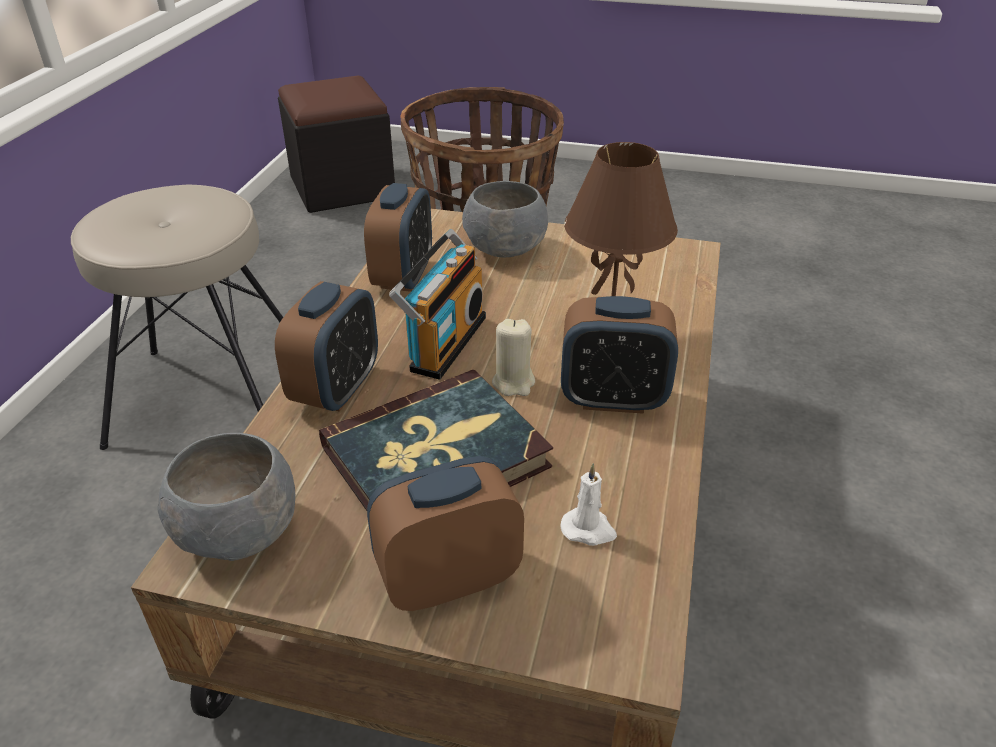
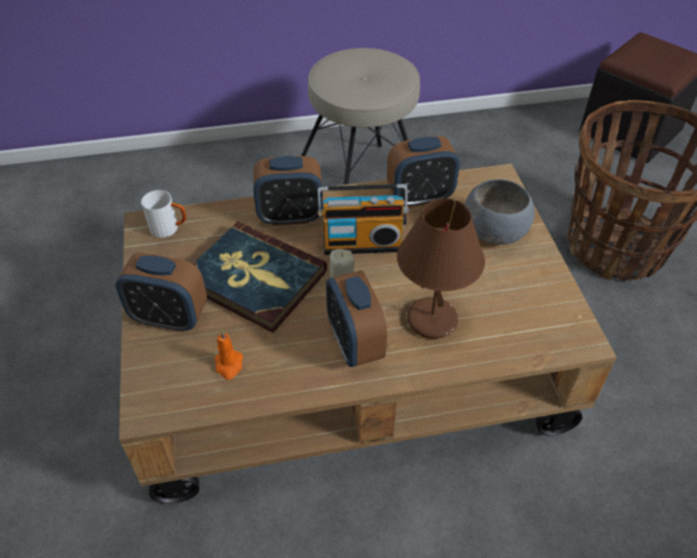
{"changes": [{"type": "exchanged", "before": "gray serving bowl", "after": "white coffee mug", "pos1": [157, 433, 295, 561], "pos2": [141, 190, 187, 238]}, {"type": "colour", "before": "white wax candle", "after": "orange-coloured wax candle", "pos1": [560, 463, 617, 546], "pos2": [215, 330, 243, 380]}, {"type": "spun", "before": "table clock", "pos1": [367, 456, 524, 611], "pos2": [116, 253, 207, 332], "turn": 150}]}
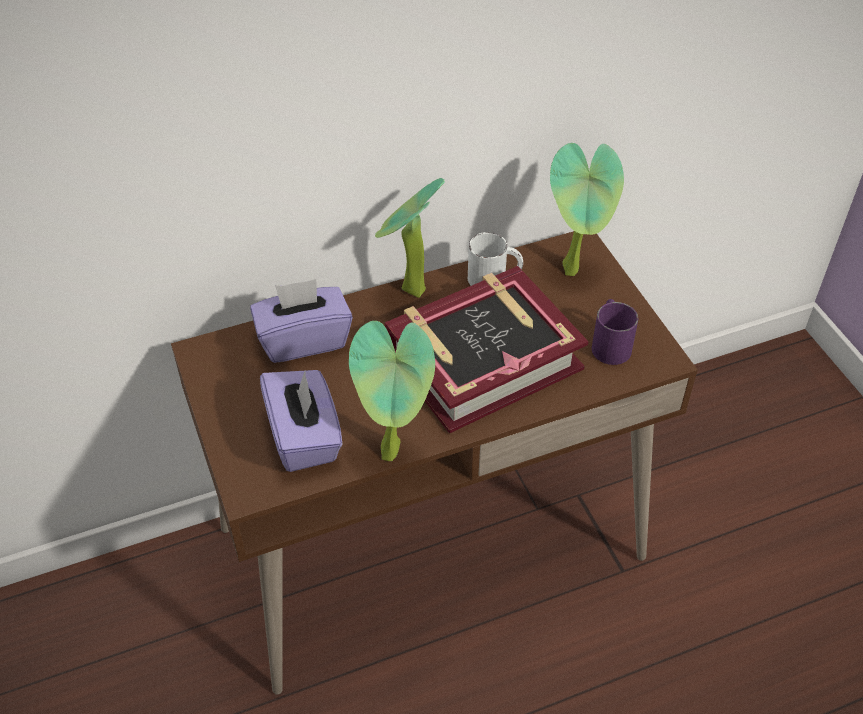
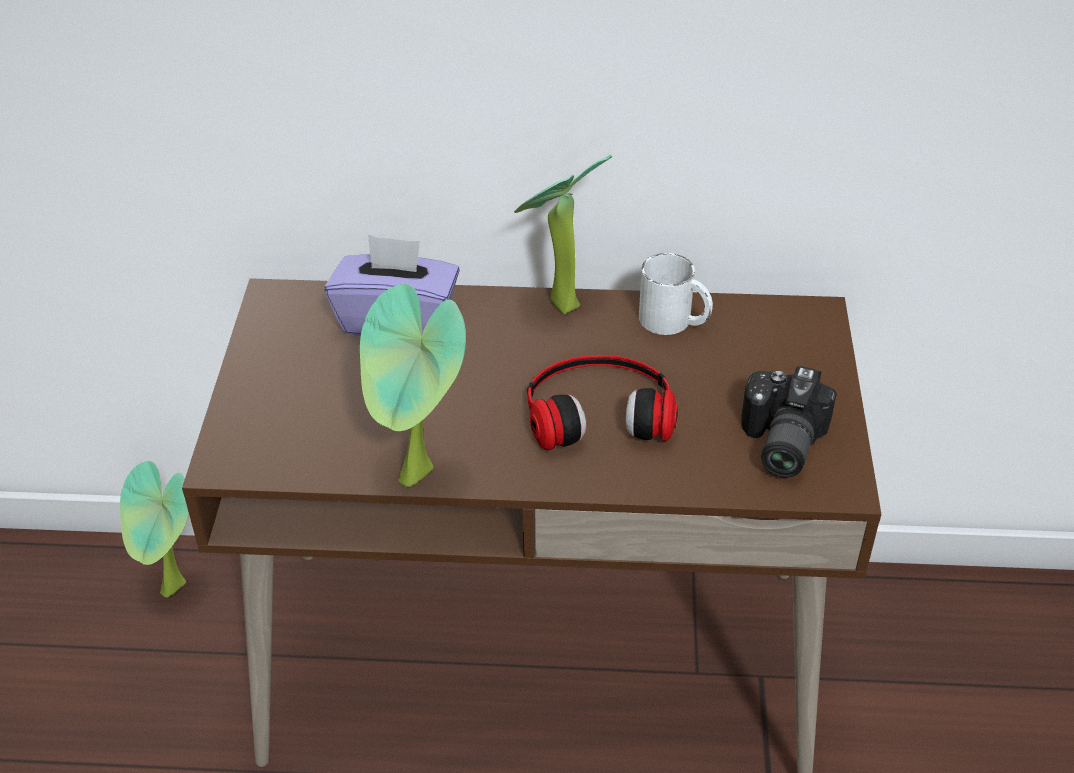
{"changes": [{"type": "missing", "before": "purple-coloured box of tissues", "pos1": [260, 369, 343, 472]}, {"type": "relocated", "before": "potted plant", "pos1": [550, 143, 624, 276], "pos2": [120, 461, 189, 598]}, {"type": "exchanged", "before": "volume", "after": "headphones", "pos1": [385, 266, 589, 434], "pos2": [527, 355, 678, 450]}, {"type": "exchanged", "before": "purple-coloured coffee mug", "after": "photo camera", "pos1": [592, 299, 638, 365], "pos2": [741, 366, 837, 478]}]}
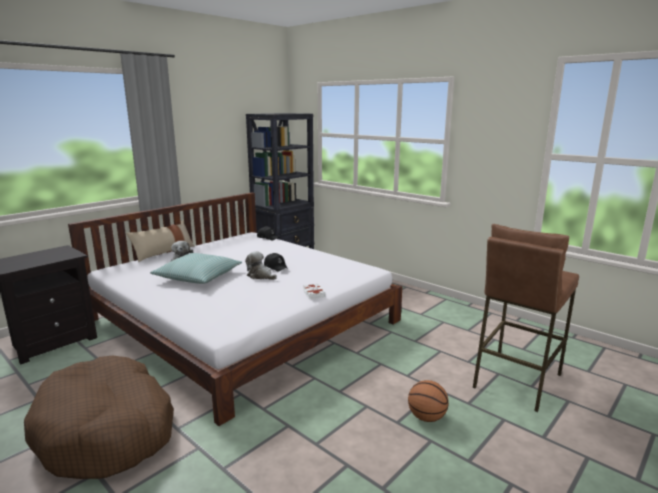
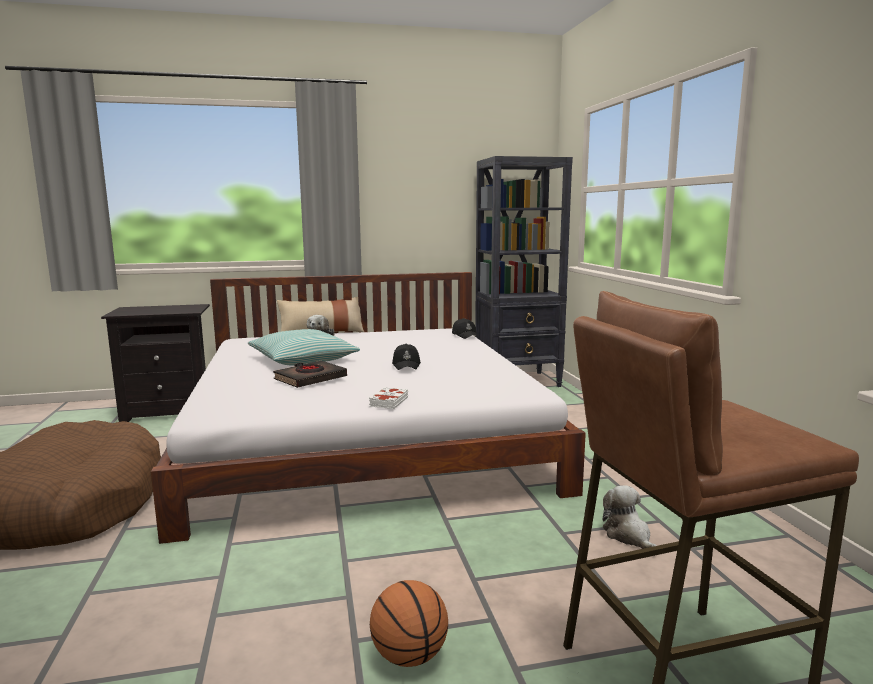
{"changes": [{"type": "appeared", "after": "blackish volume", "pos2": [273, 361, 347, 388]}, {"type": "relocated", "before": "plush toy", "pos1": [245, 251, 277, 280], "pos2": [603, 485, 657, 549]}]}
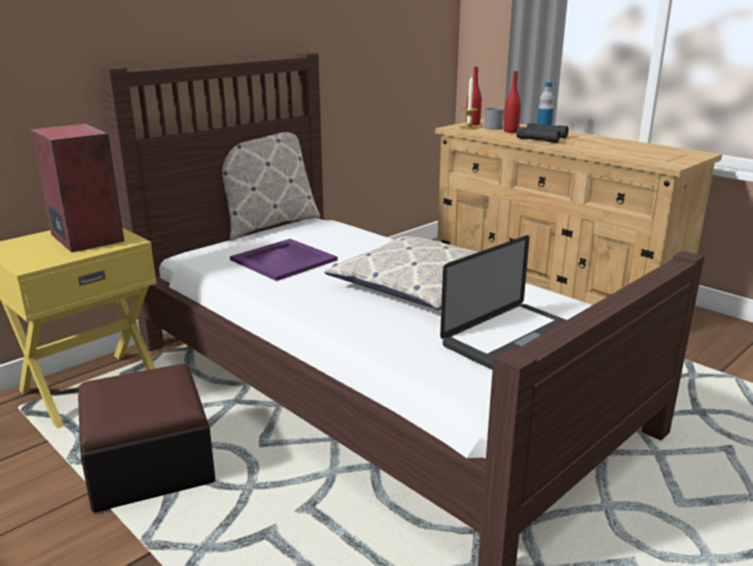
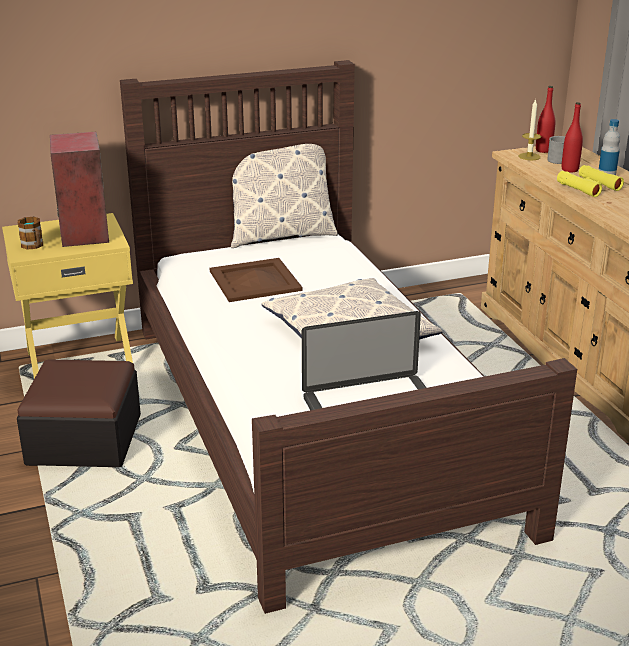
{"changes": [{"type": "appeared", "after": "coffee mug", "pos2": [18, 217, 43, 250]}, {"type": "colour", "before": "purple-coloured carrying tray", "after": "brownish carrying tray", "pos1": [230, 239, 338, 281], "pos2": [210, 258, 302, 302]}, {"type": "colour", "before": "blackish binoculars", "after": "yellow-coloured binoculars", "pos1": [517, 123, 569, 143], "pos2": [557, 165, 624, 197]}]}
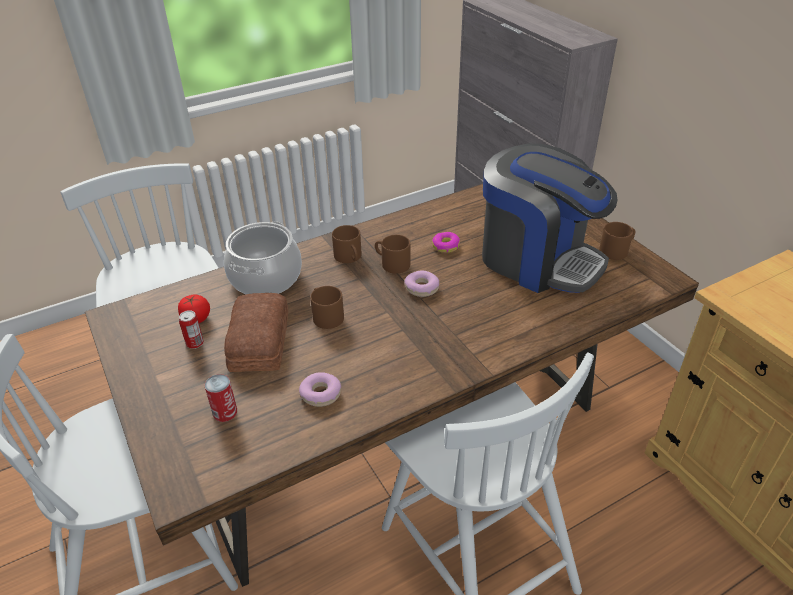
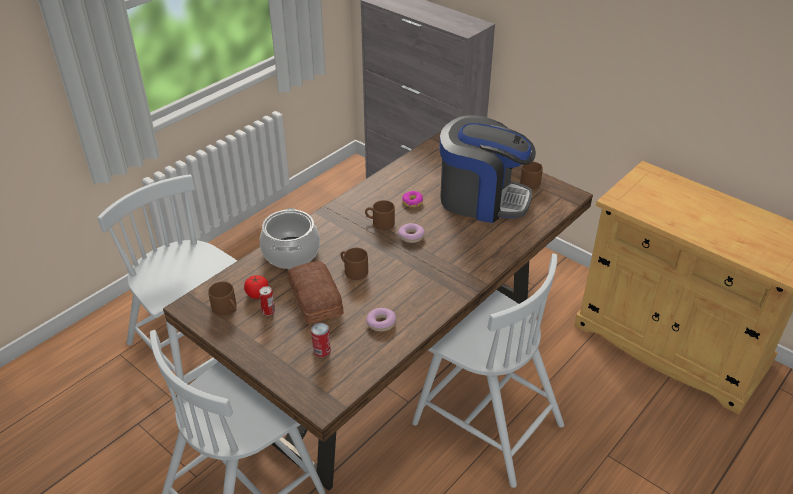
{"changes": [{"type": "relocated", "before": "brownish coffee mug", "pos1": [332, 225, 361, 263], "pos2": [208, 281, 237, 316]}]}
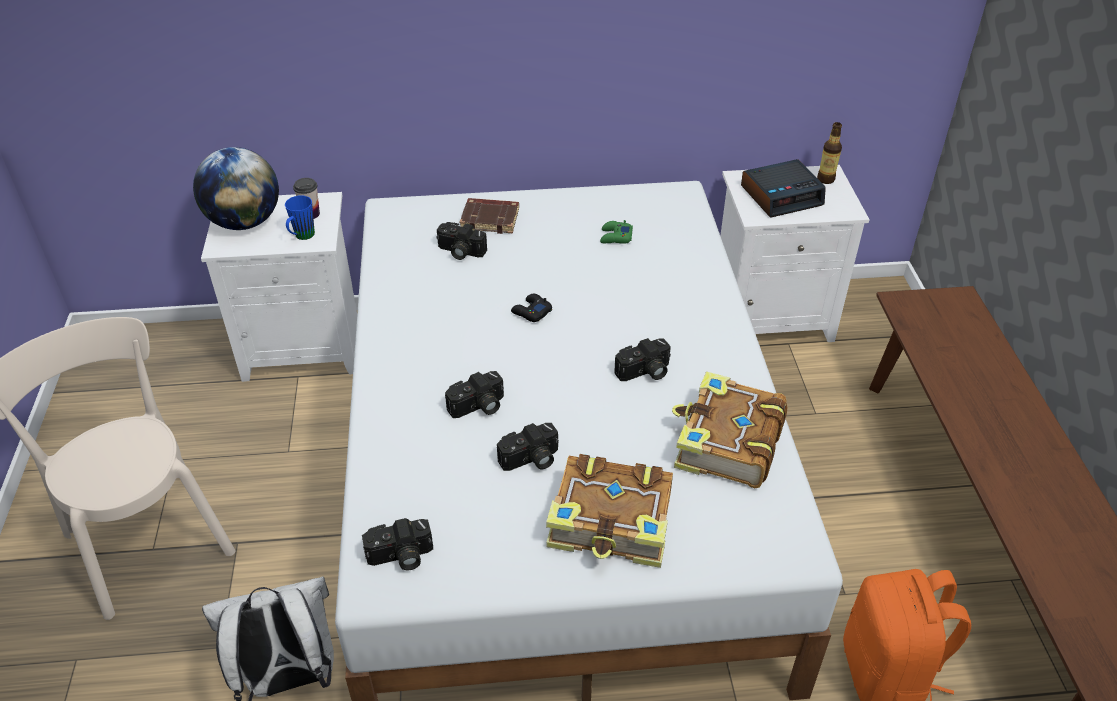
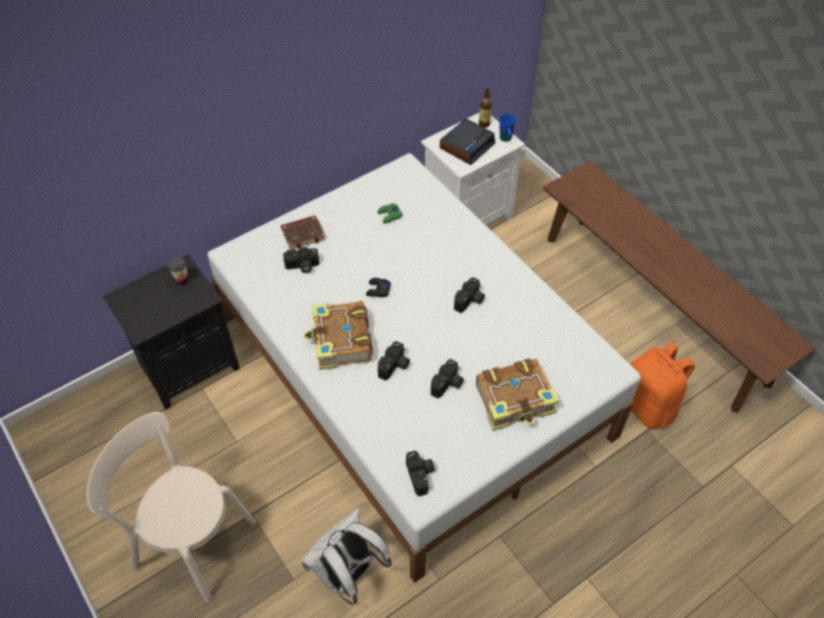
{"changes": [{"type": "missing", "before": "world globe", "pos1": [193, 147, 279, 230]}, {"type": "relocated", "before": "bluish coffee mug", "pos1": [285, 195, 315, 240], "pos2": [499, 114, 516, 142]}, {"type": "relocated", "before": "volume", "pos1": [672, 371, 787, 488], "pos2": [303, 301, 373, 370]}, {"type": "colour", "before": "white bedside table", "after": "blackish bedside table", "pos1": [201, 192, 357, 382], "pos2": [103, 254, 240, 410]}, {"type": "spun", "before": "photo camera", "pos1": [362, 518, 433, 570], "pos2": [406, 450, 435, 497], "turn": -60}]}
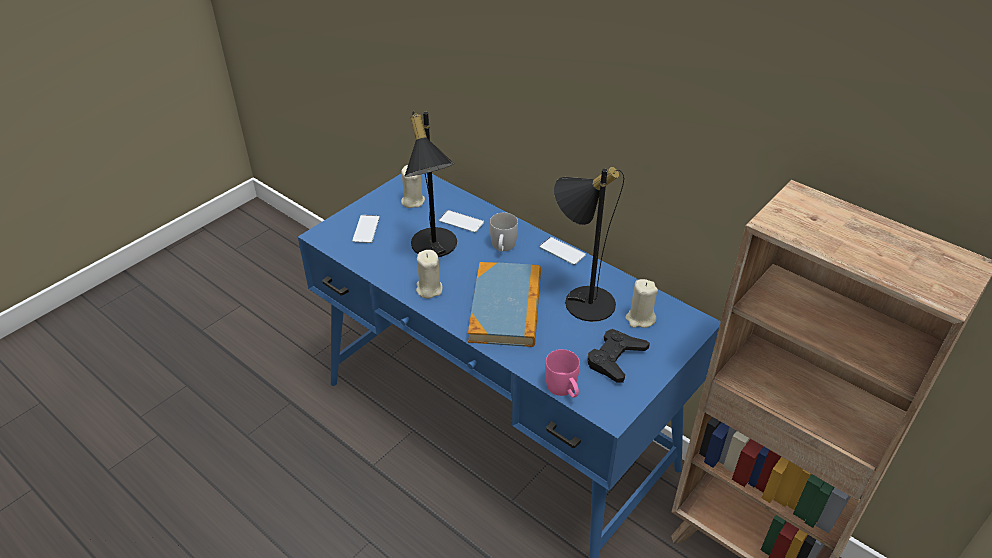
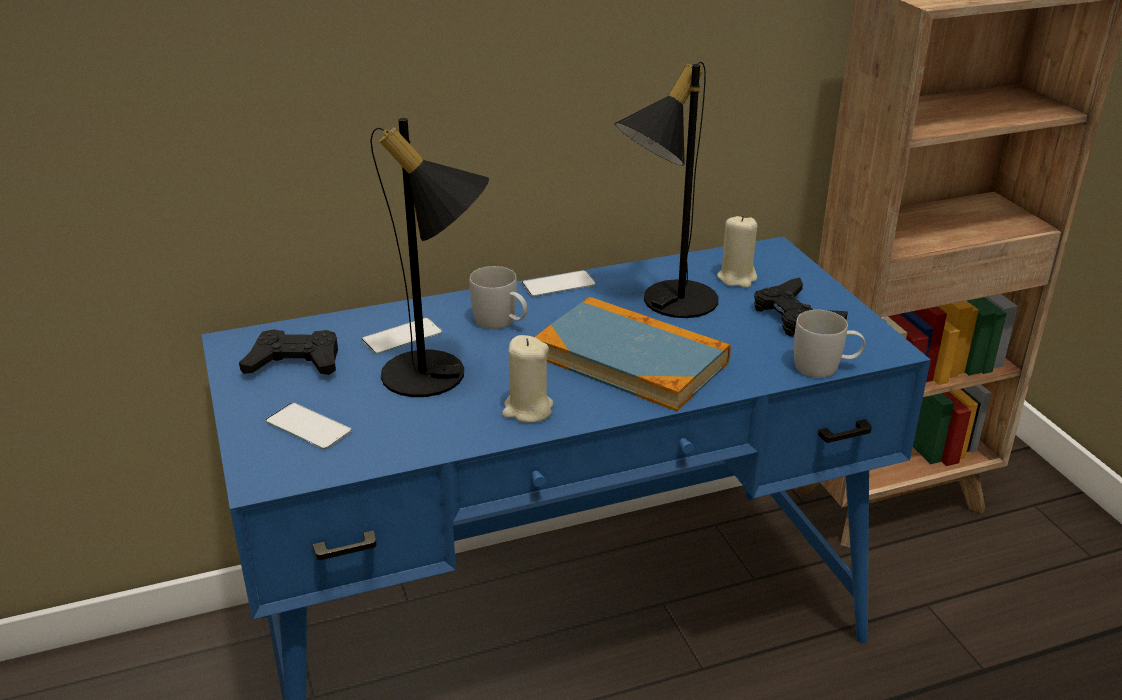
{"changes": [{"type": "exchanged", "before": "sand-coloured wax candle", "after": "blackish joypad", "pos1": [401, 165, 425, 208], "pos2": [239, 329, 338, 375]}, {"type": "colour", "before": "pinkish coffee mug", "after": "white coffee mug", "pos1": [545, 349, 580, 398], "pos2": [794, 310, 865, 378]}]}
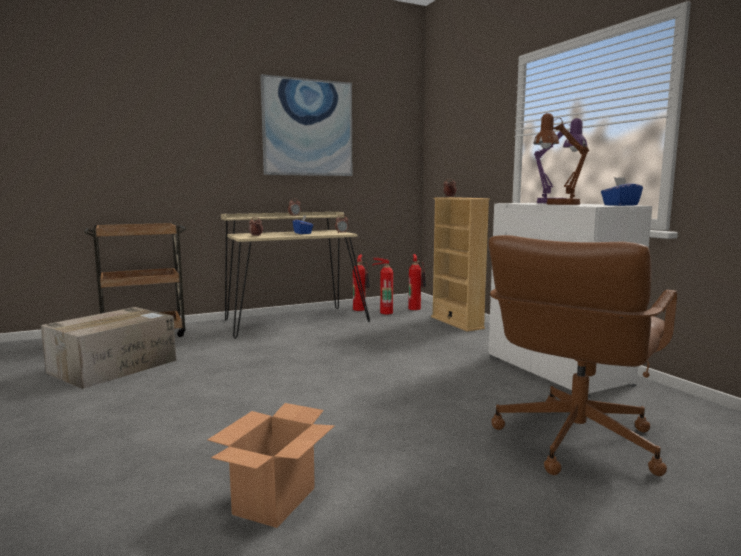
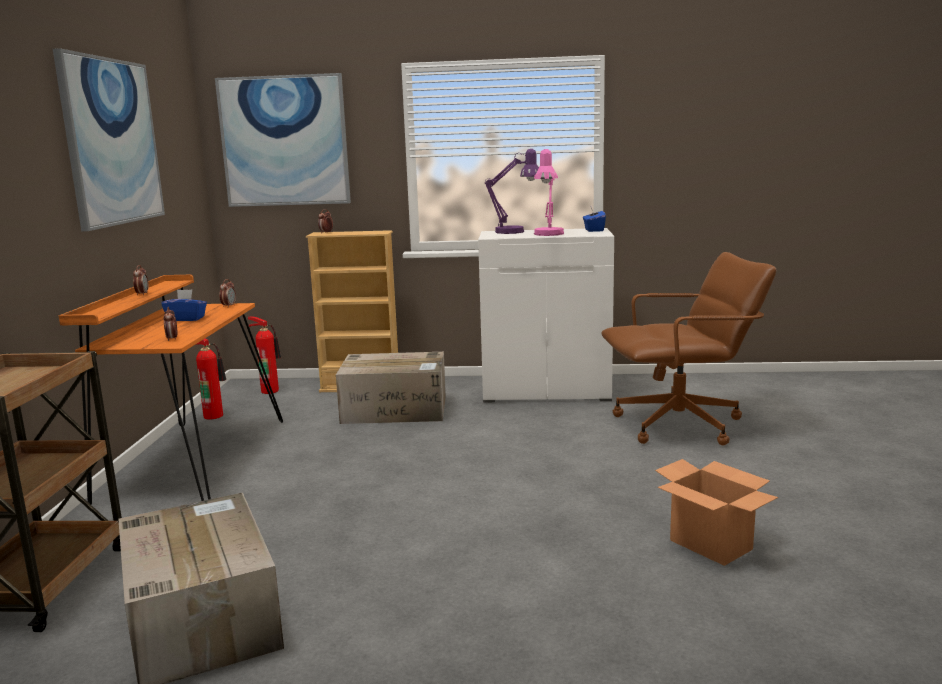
{"changes": [{"type": "missing", "before": "extinguisher", "pos1": [372, 258, 393, 314]}, {"type": "appeared", "after": "wall picture", "pos2": [215, 73, 351, 207]}, {"type": "appeared", "after": "packing box", "pos2": [336, 352, 446, 424]}, {"type": "colour", "before": "sand-coloured desk table", "after": "orange-coloured desk table", "pos1": [221, 212, 370, 339], "pos2": [59, 275, 283, 505]}, {"type": "colour", "before": "brownish tabletop lamp", "after": "pinkish tabletop lamp", "pos1": [533, 113, 589, 205], "pos2": [534, 149, 564, 236]}, {"type": "spun", "before": "brownish office chair", "pos1": [489, 235, 677, 476], "pos2": [601, 252, 776, 445], "turn": -75}]}
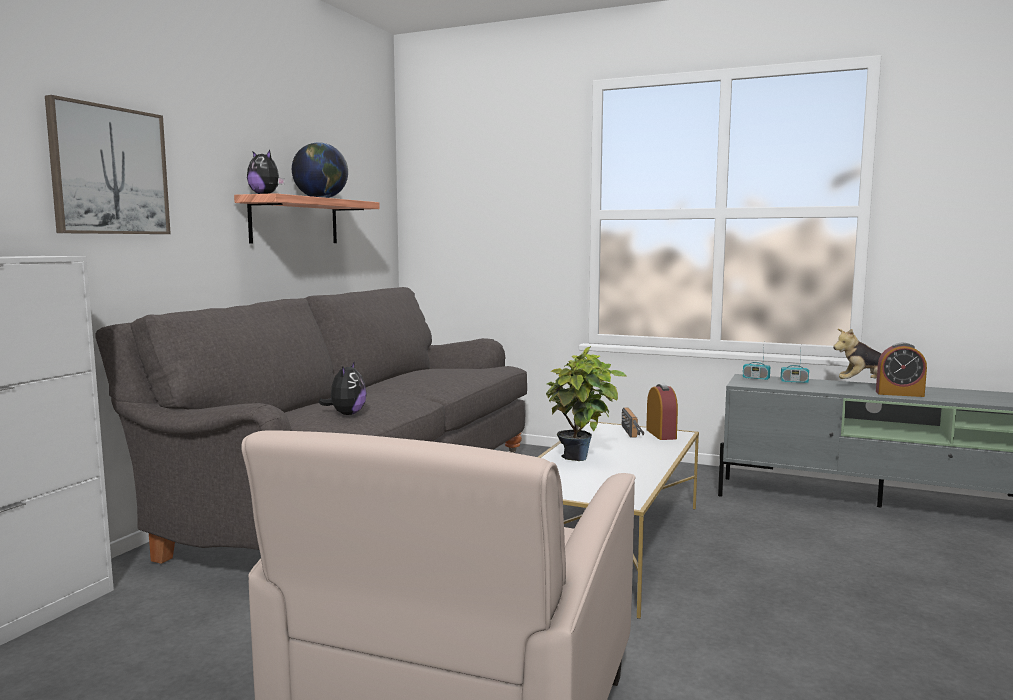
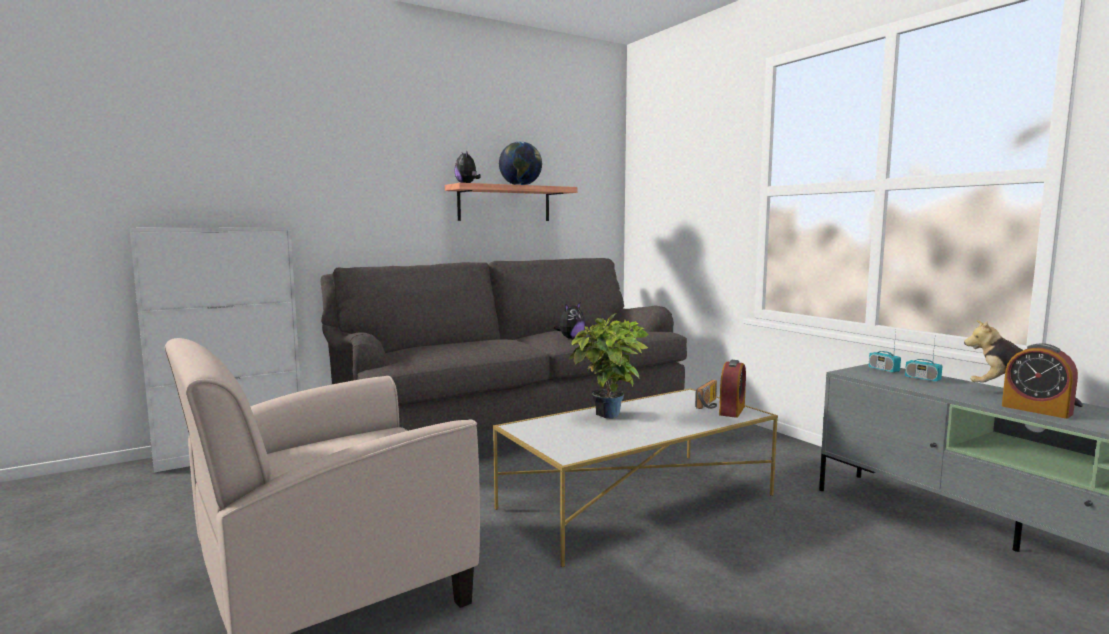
{"changes": [{"type": "missing", "before": "wall picture", "pos1": [45, 95, 171, 234]}, {"type": "relocated", "before": "plush toy", "pos1": [318, 361, 367, 415], "pos2": [554, 303, 585, 339]}]}
